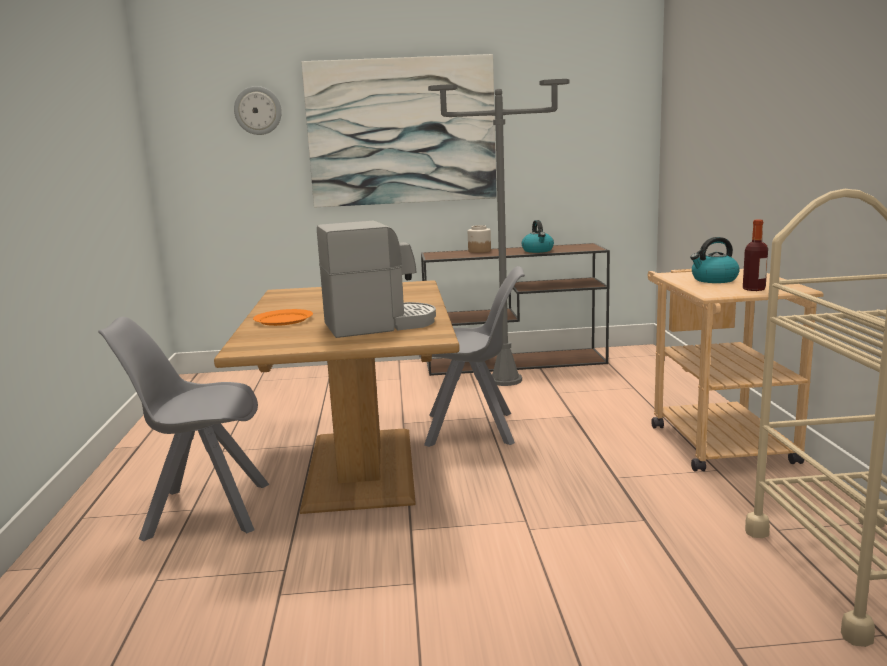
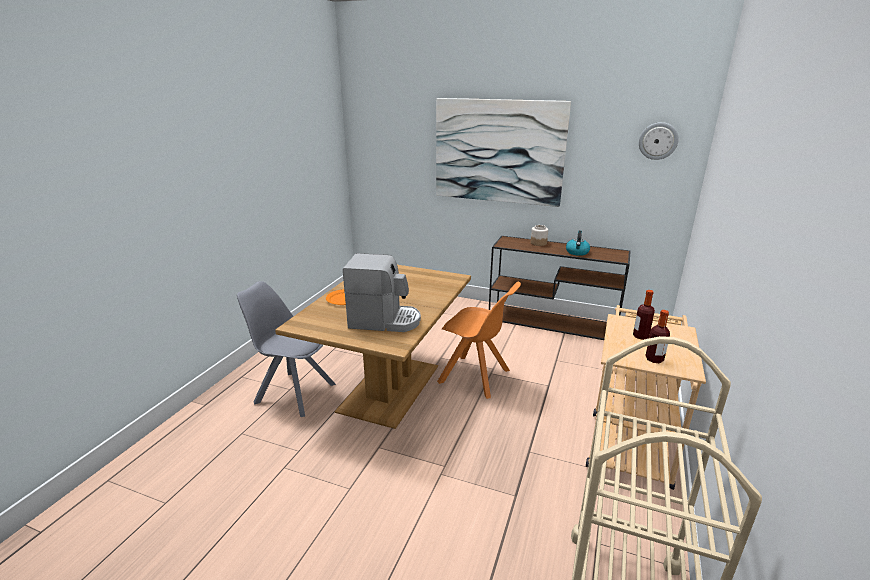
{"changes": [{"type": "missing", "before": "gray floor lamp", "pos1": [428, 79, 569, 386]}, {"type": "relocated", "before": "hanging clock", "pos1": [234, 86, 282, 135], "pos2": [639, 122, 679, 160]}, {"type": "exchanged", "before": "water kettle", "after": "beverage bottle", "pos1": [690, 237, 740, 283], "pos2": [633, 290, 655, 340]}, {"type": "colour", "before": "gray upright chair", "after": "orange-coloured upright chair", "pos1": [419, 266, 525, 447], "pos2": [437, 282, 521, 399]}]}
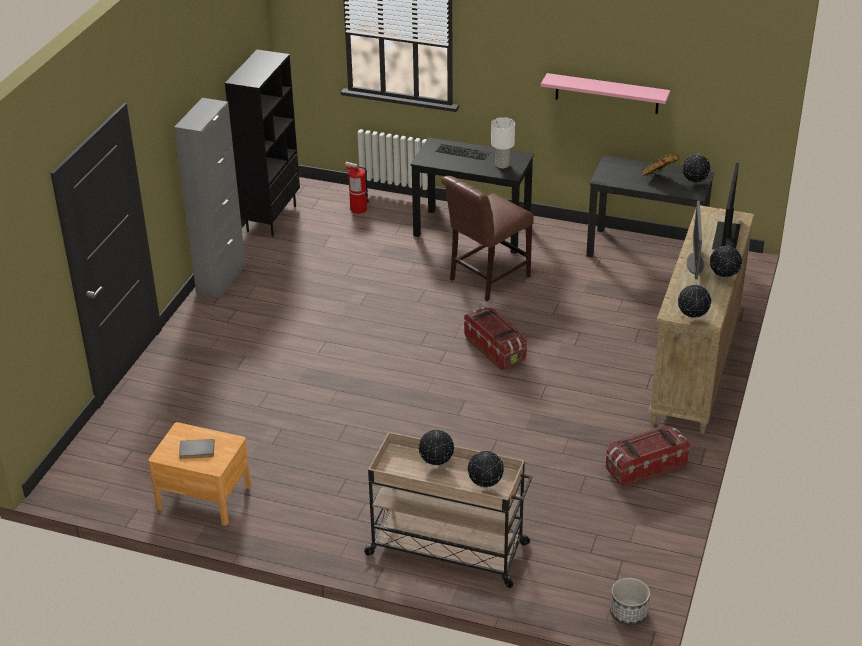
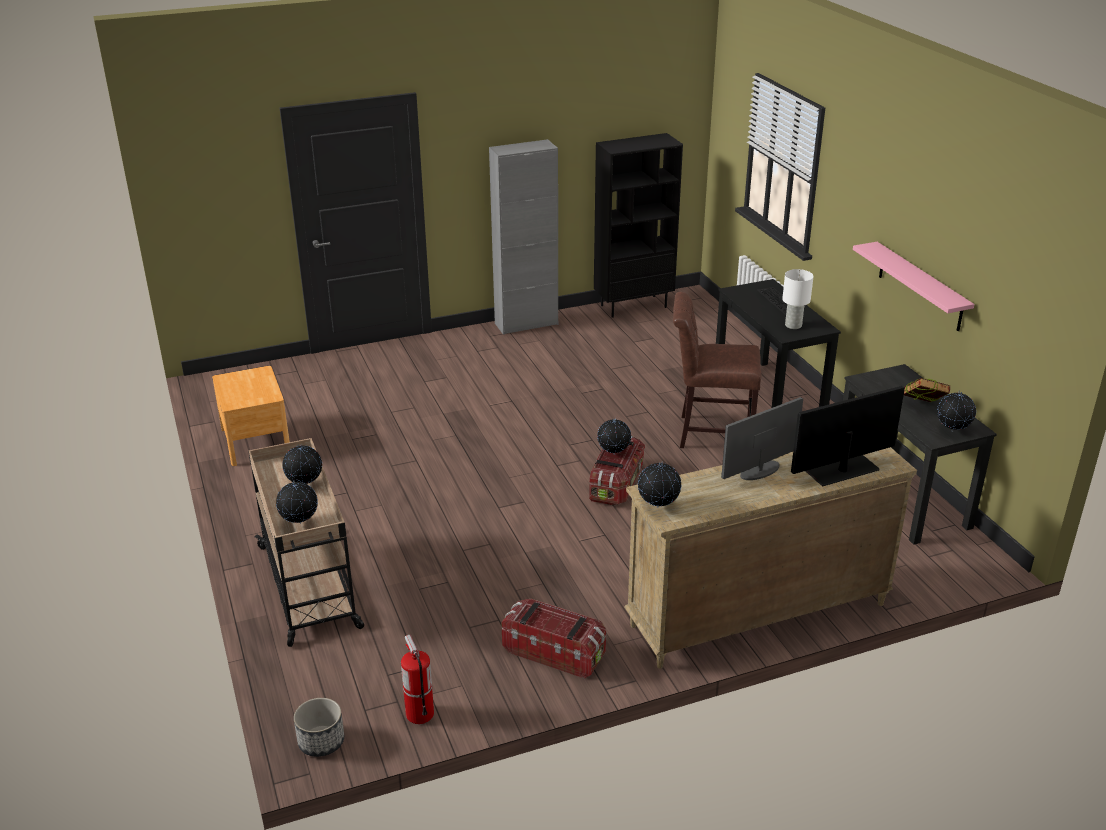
{"changes": [{"type": "missing", "before": "gray volume", "pos1": [179, 439, 215, 459]}, {"type": "relocated", "before": "extinguisher", "pos1": [344, 162, 370, 214], "pos2": [401, 635, 434, 724]}, {"type": "relocated", "before": "world globe", "pos1": [710, 244, 742, 278], "pos2": [597, 418, 631, 455]}]}
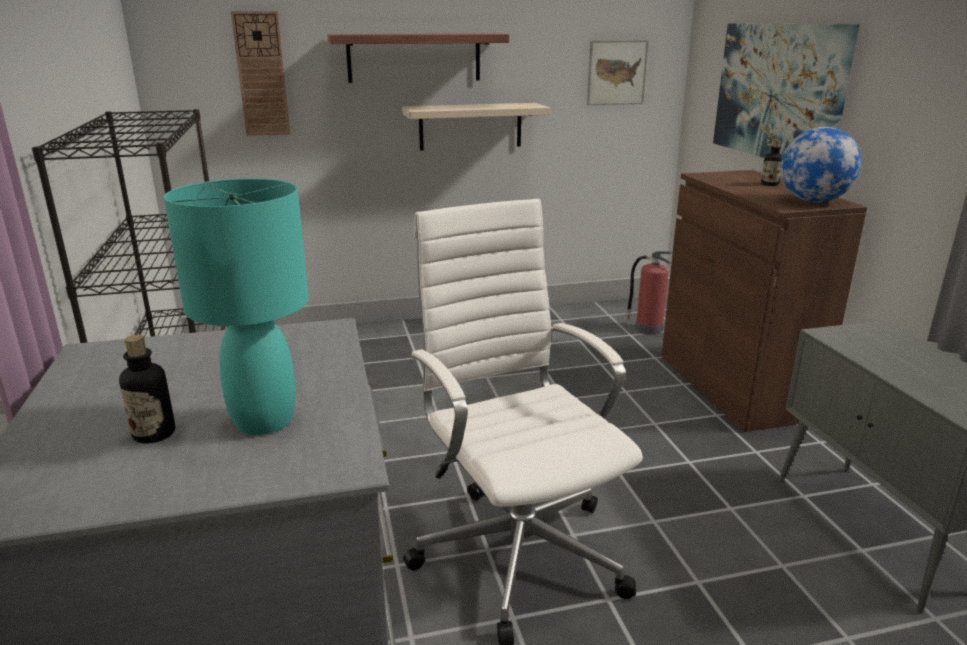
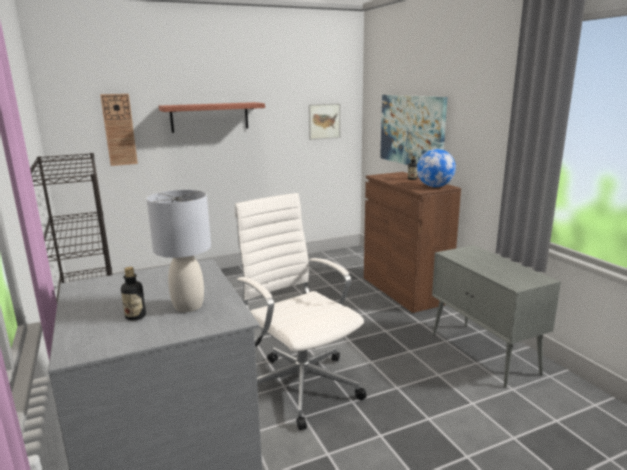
{"changes": [{"type": "missing", "before": "sand-coloured wall shelf", "pos1": [402, 103, 550, 150]}, {"type": "missing", "before": "extinguisher", "pos1": [626, 251, 673, 335]}, {"type": "colour", "before": "turquoise-coloured tabletop lamp", "after": "gray tabletop lamp", "pos1": [164, 178, 309, 435], "pos2": [146, 190, 211, 312]}]}
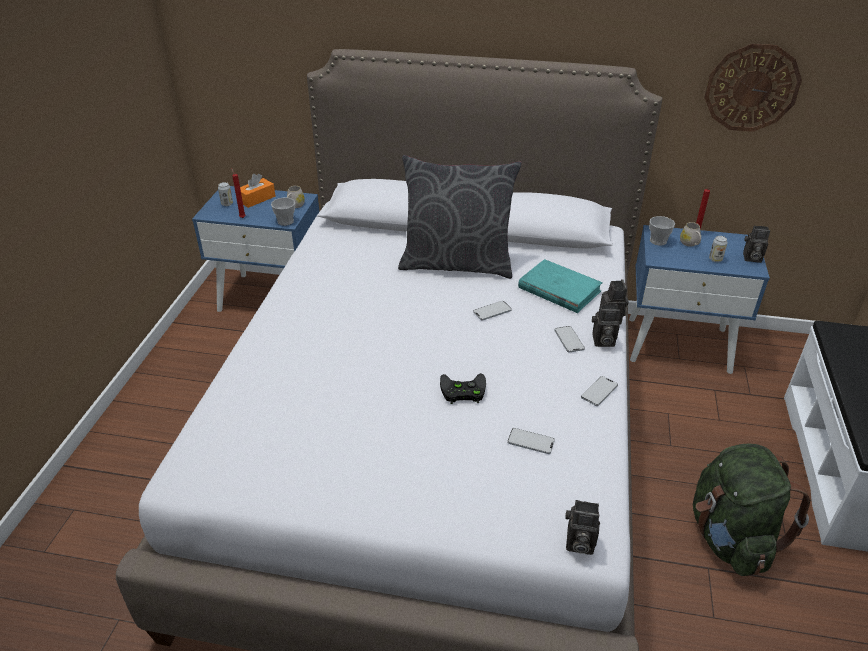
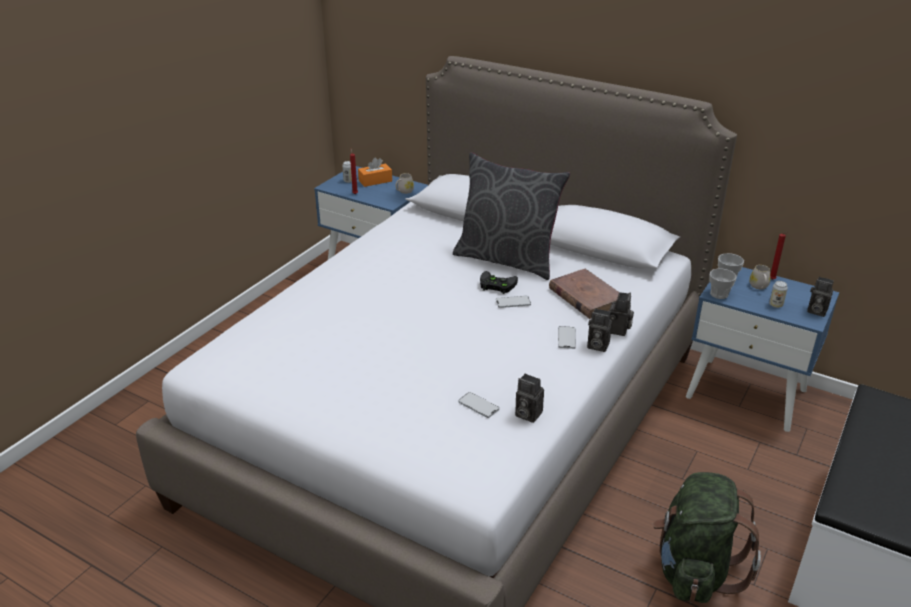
{"changes": [{"type": "missing", "before": "phone", "pos1": [581, 376, 618, 406]}, {"type": "missing", "before": "hanging clock", "pos1": [704, 44, 802, 132]}, {"type": "relocated", "before": "cup", "pos1": [271, 198, 295, 226], "pos2": [709, 268, 737, 299]}, {"type": "relocated", "before": "blackish joypad", "pos1": [440, 373, 486, 404], "pos2": [480, 271, 518, 294]}, {"type": "relocated", "before": "photo camera", "pos1": [565, 500, 600, 555], "pos2": [515, 374, 544, 423]}, {"type": "colour", "before": "turquoise-coloured volume", "after": "brownish volume", "pos1": [518, 259, 603, 313], "pos2": [549, 269, 619, 319]}]}
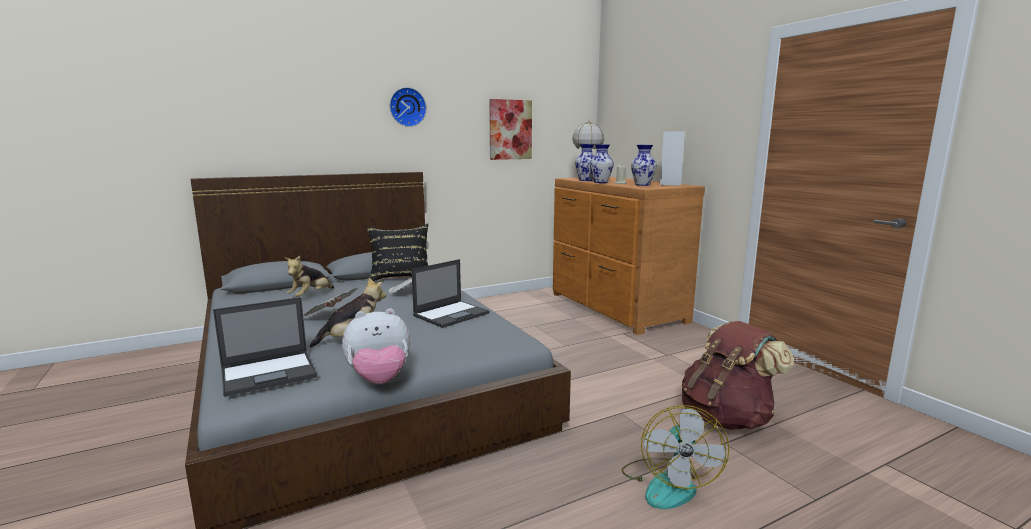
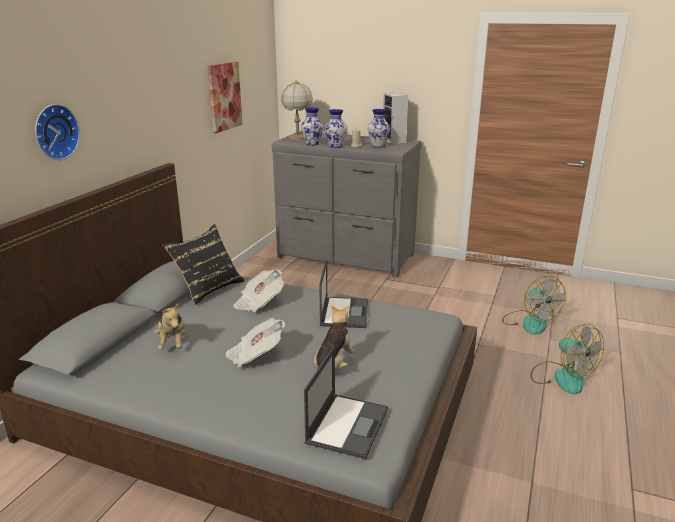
{"changes": [{"type": "missing", "before": "plush toy", "pos1": [342, 308, 410, 384]}, {"type": "relocated", "before": "hanging clock", "pos1": [390, 87, 427, 127], "pos2": [35, 104, 80, 160]}, {"type": "exchanged", "before": "brownish rucksack", "after": "fan", "pos1": [682, 321, 794, 430], "pos2": [502, 276, 566, 335]}, {"type": "colour", "before": "brownish chest of drawers", "after": "gray chest of drawers", "pos1": [553, 177, 705, 335], "pos2": [272, 131, 421, 278]}]}
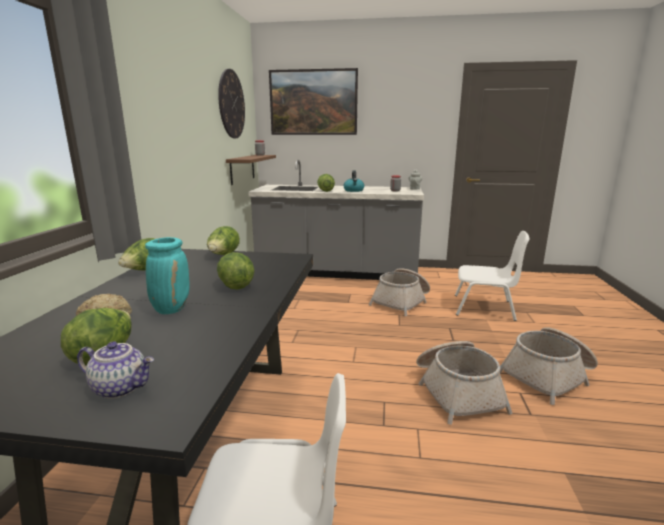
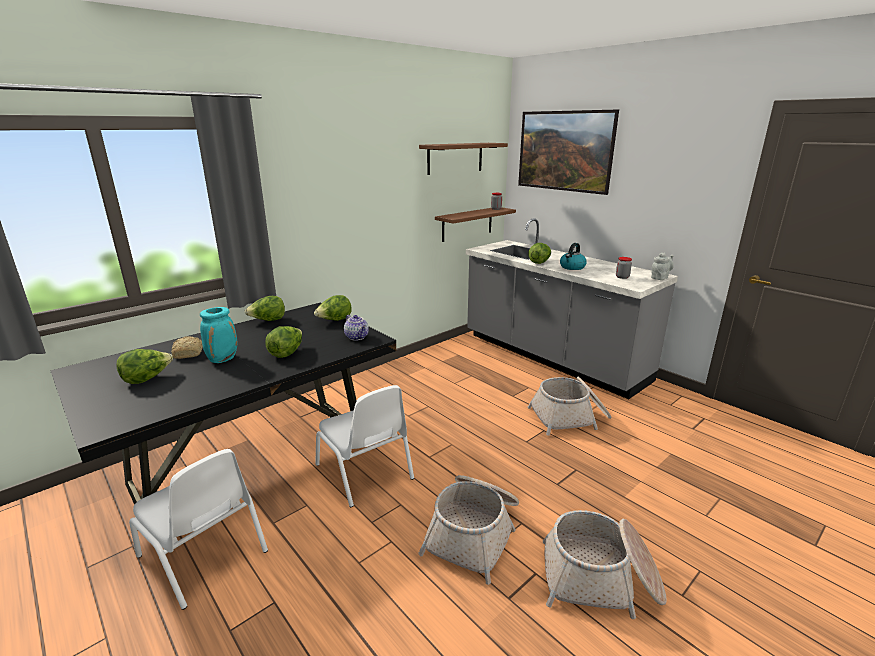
{"changes": [{"type": "relocated", "before": "pot for tea", "pos1": [77, 341, 154, 399], "pos2": [344, 315, 369, 341]}, {"type": "relocated", "before": "white upright chair", "pos1": [455, 231, 529, 321], "pos2": [315, 385, 414, 507]}, {"type": "exchanged", "before": "hanging clock", "after": "brownish wall shelf", "pos1": [218, 69, 245, 138], "pos2": [419, 143, 508, 175]}]}
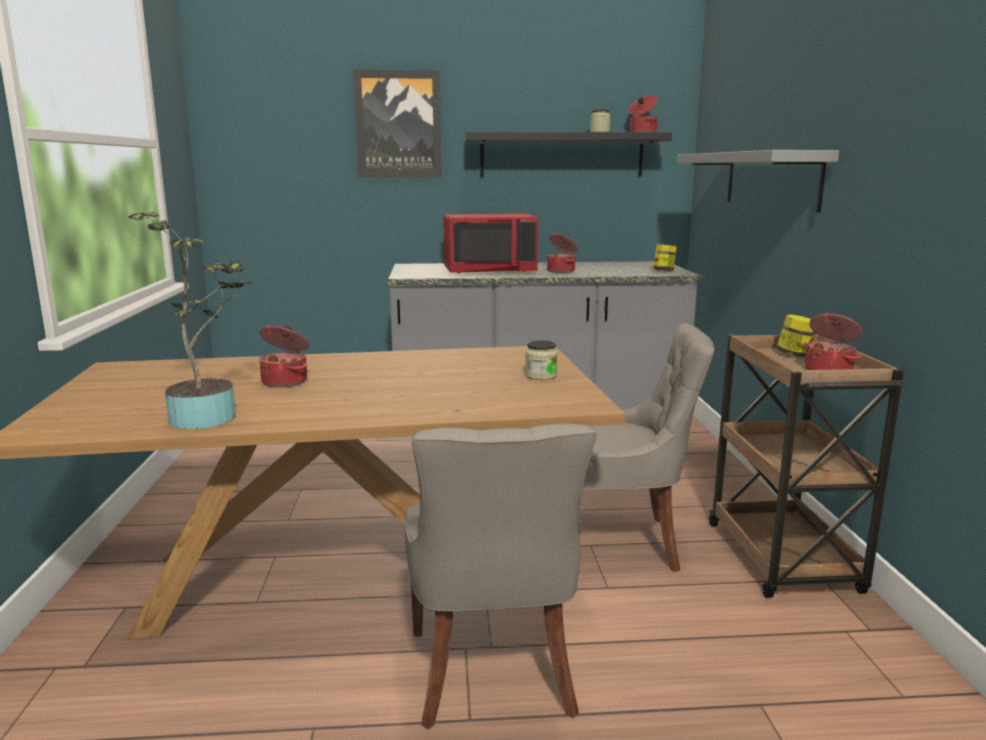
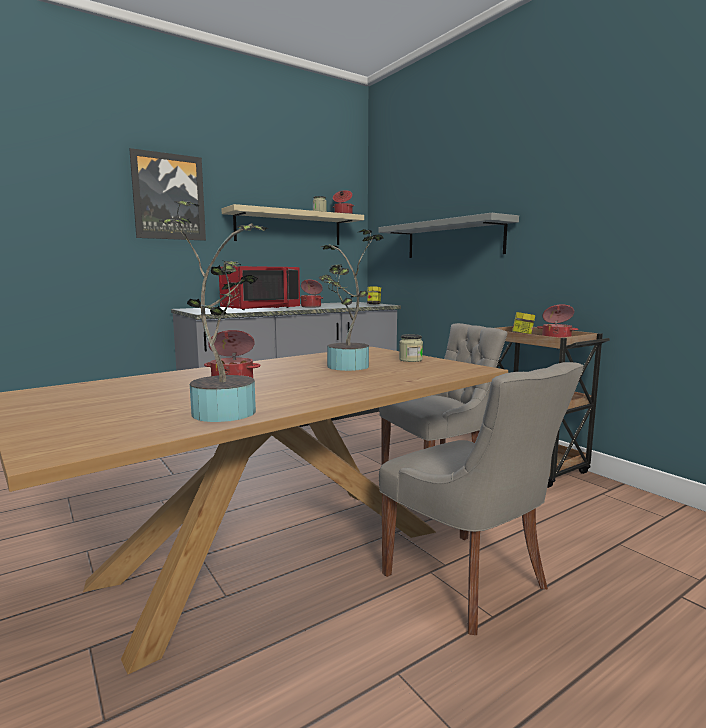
{"changes": [{"type": "appeared", "after": "potted plant", "pos2": [319, 229, 383, 371]}, {"type": "colour", "before": "blackish wall shelf", "after": "sand-coloured wall shelf", "pos1": [465, 132, 672, 177], "pos2": [221, 204, 364, 245]}]}
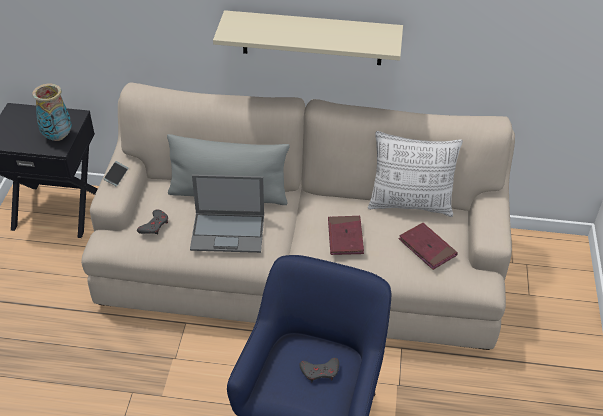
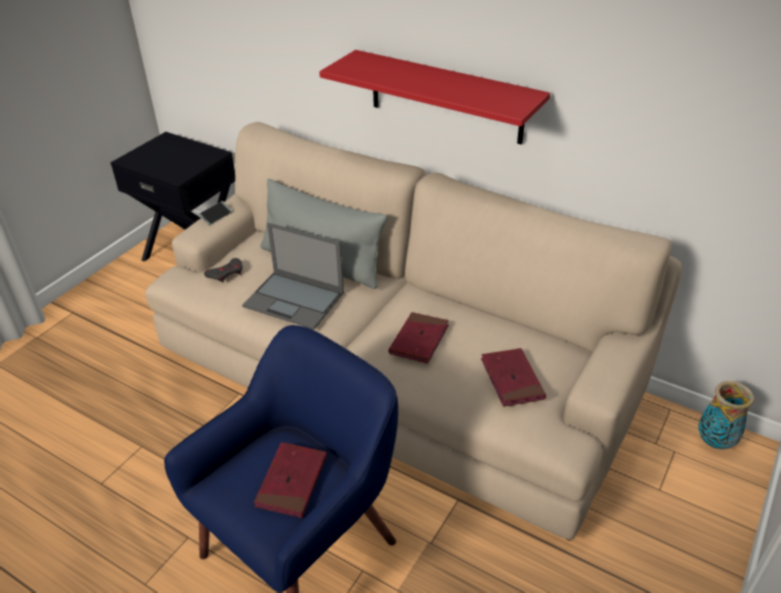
{"changes": [{"type": "missing", "before": "pillow", "pos1": [368, 131, 463, 217]}, {"type": "relocated", "before": "vase", "pos1": [32, 84, 72, 141], "pos2": [698, 381, 754, 449]}, {"type": "exchanged", "before": "gray joypad", "after": "red volume", "pos1": [299, 358, 339, 383], "pos2": [254, 442, 327, 518]}, {"type": "colour", "before": "sand-coloured wall shelf", "after": "red wall shelf", "pos1": [213, 10, 403, 65], "pos2": [319, 50, 550, 145]}]}
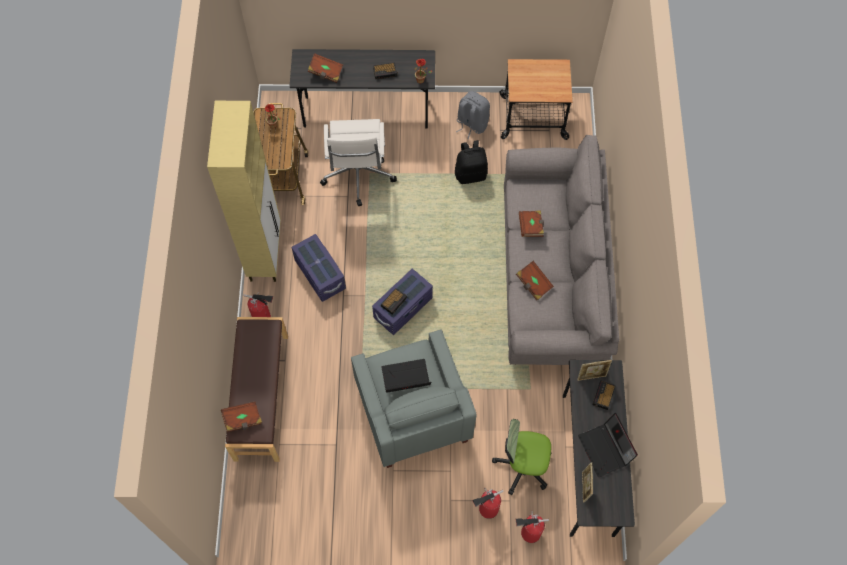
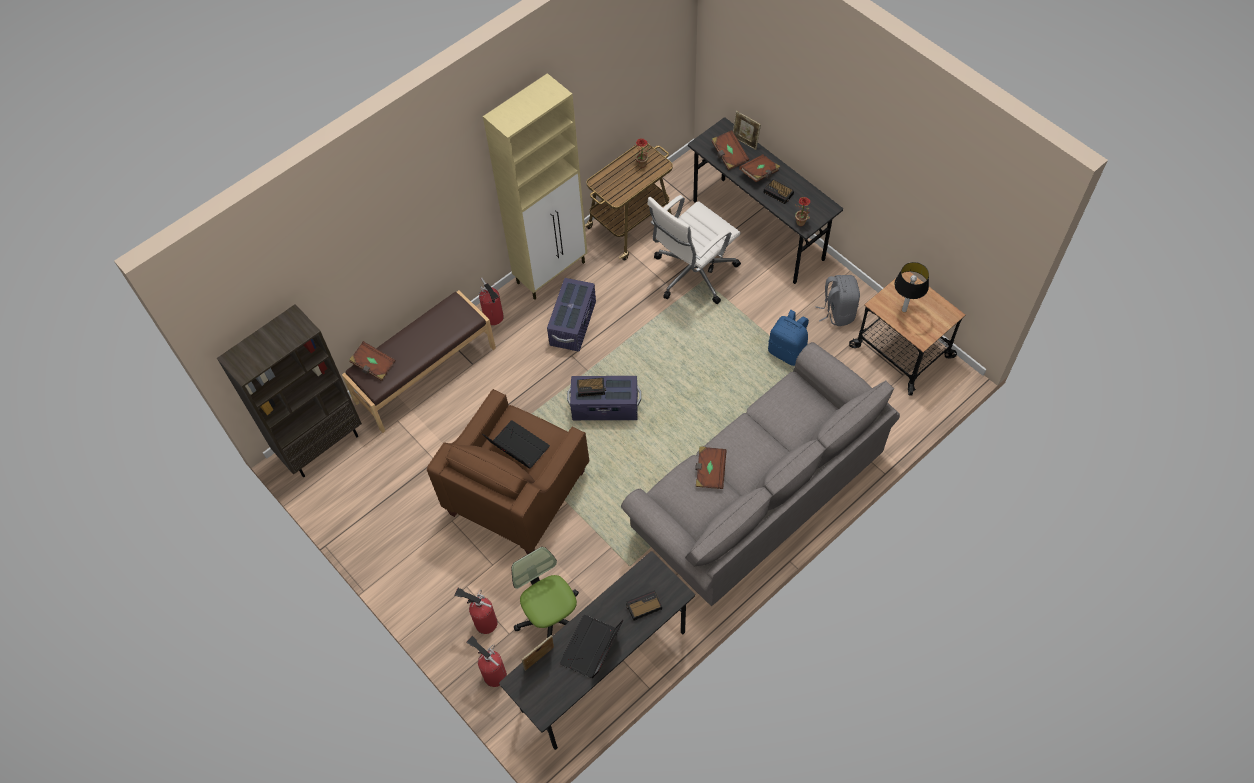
{"changes": [{"type": "appeared", "after": "brownish bookshelf", "pos2": [217, 304, 362, 477]}, {"type": "appeared", "after": "tabletop lamp", "pos2": [894, 262, 929, 312]}, {"type": "relocated", "before": "brownish volume", "pos1": [519, 210, 544, 237], "pos2": [739, 154, 780, 182]}, {"type": "relocated", "before": "standing frame", "pos1": [577, 360, 612, 381], "pos2": [733, 111, 761, 150]}, {"type": "colour", "before": "gray easy chair", "after": "brownish easy chair", "pos1": [351, 329, 476, 468], "pos2": [427, 389, 589, 554]}, {"type": "colour", "before": "blackish rucksack", "after": "bluish rucksack", "pos1": [455, 140, 488, 184], "pos2": [768, 310, 809, 366]}]}
